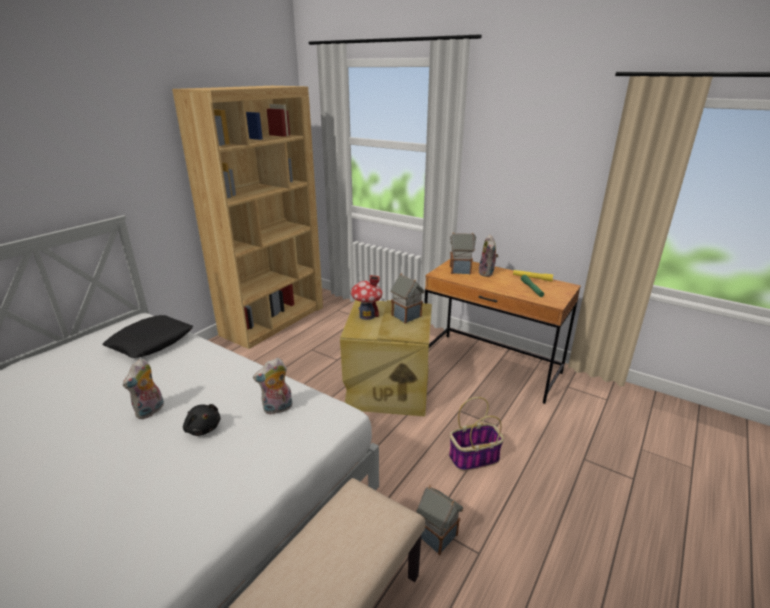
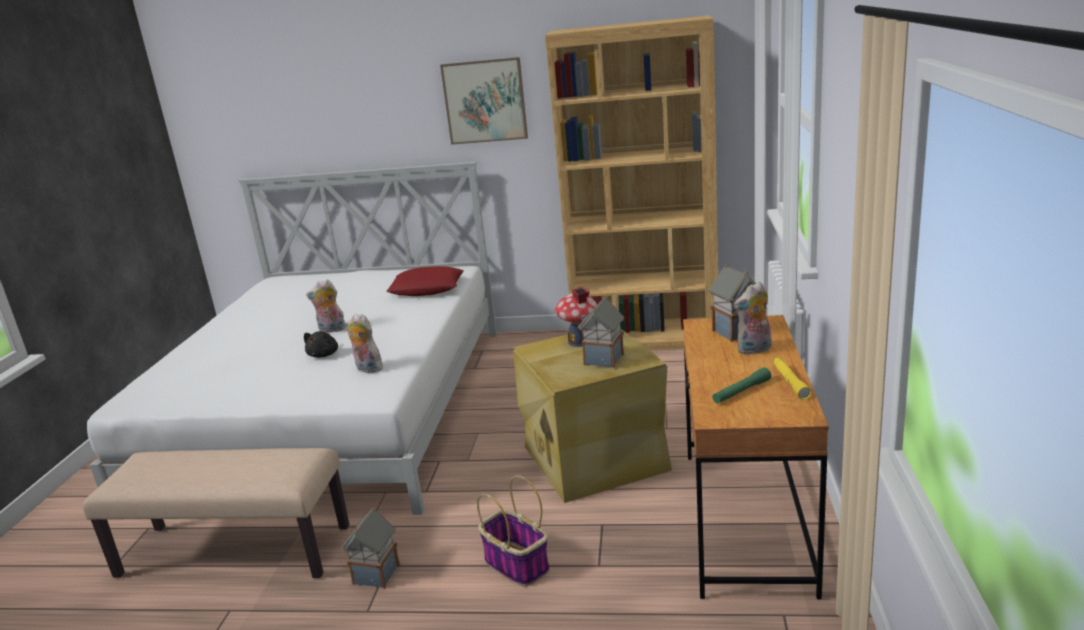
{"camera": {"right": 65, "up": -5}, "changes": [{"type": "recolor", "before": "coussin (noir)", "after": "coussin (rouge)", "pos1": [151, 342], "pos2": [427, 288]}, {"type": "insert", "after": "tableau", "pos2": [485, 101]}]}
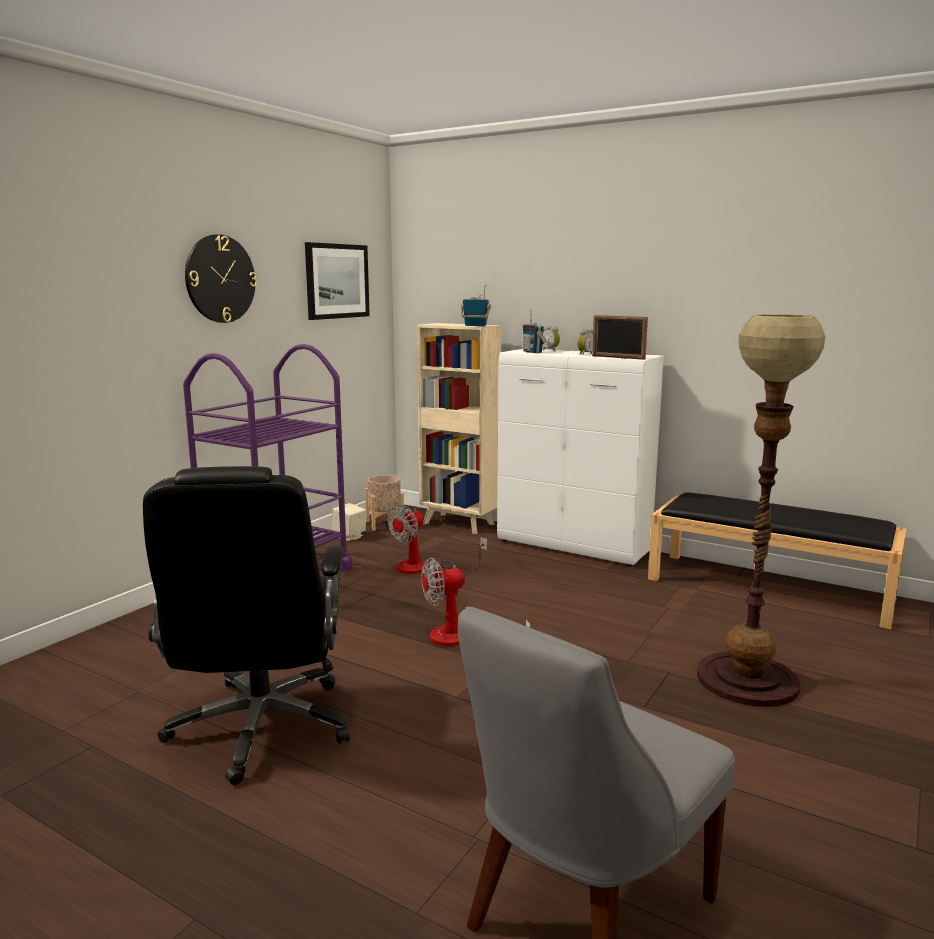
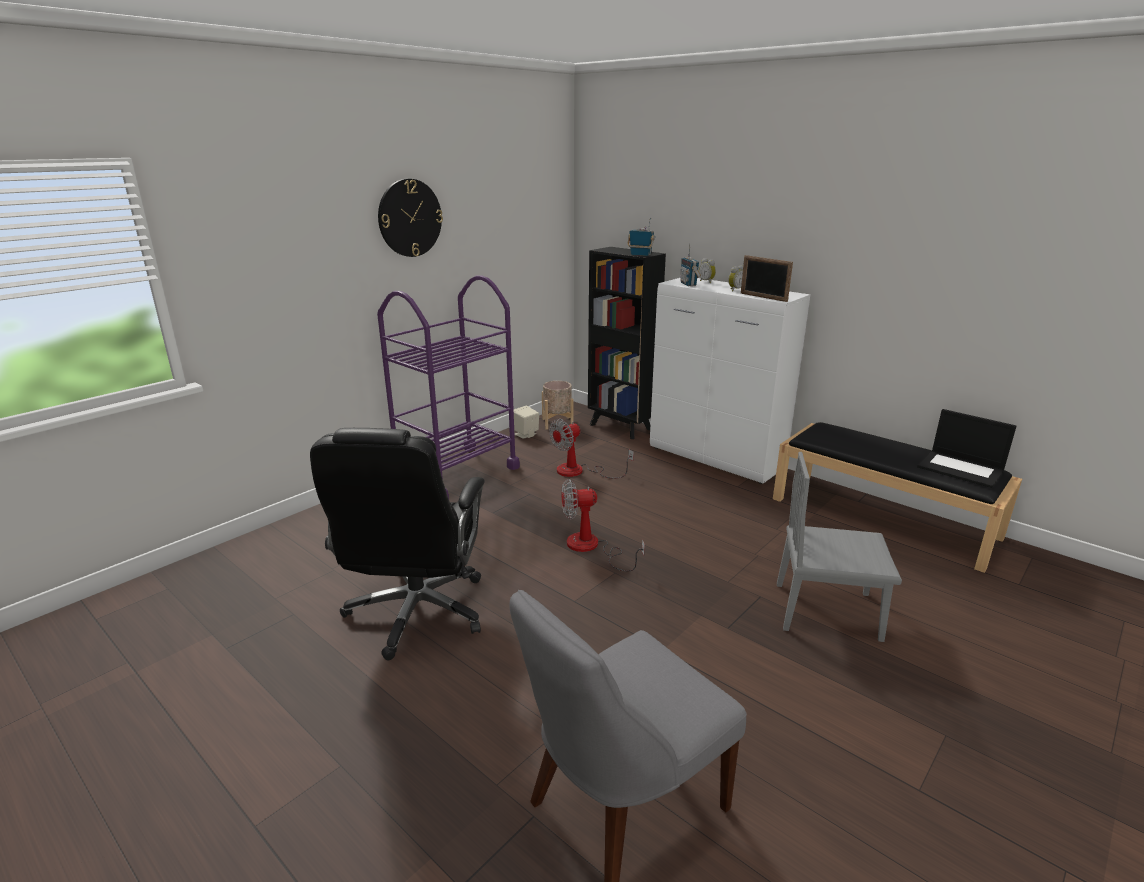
{"camera": {"right": 10, "up": 10}, "changes": [{"type": "delete", "before": "tableau", "pos1": [337, 281]}, {"type": "replace", "before": "lampadaire", "after": "chaise (gris)", "pos1": [746, 680], "pos2": [827, 611]}, {"type": "recolor", "before": "bibliothèque (beige)", "after": "bibliothèque (noir)", "pos1": [459, 524], "pos2": [621, 427]}, {"type": "insert", "after": "ordinateur portable", "pos2": [961, 469]}]}
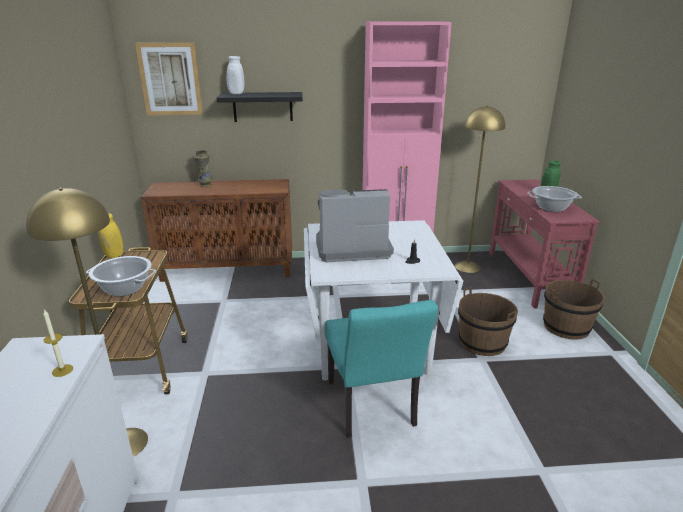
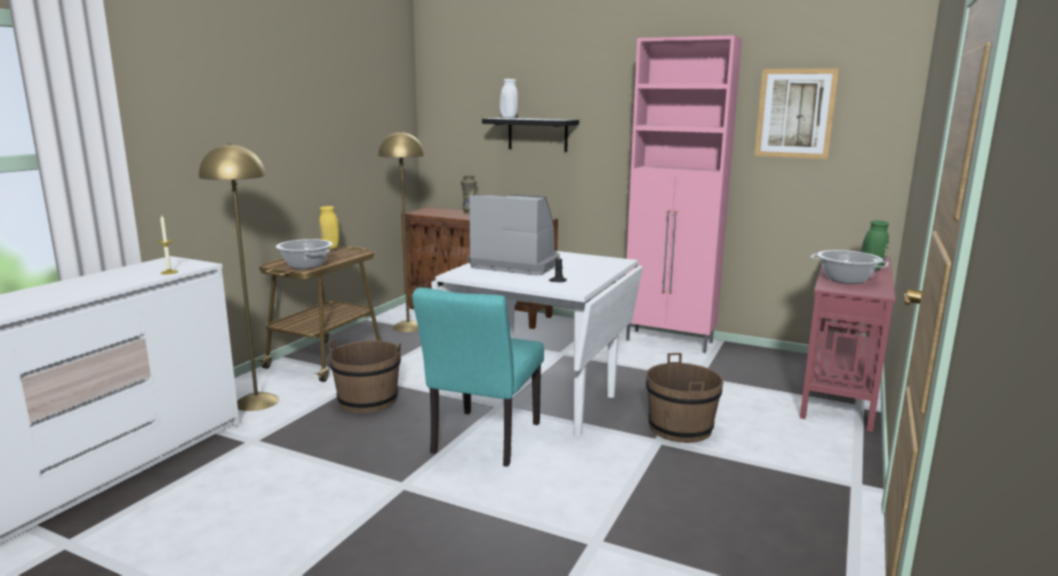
{"camera": {"right": 30, "up": -10}, "changes": [{"type": "move", "before": "tableau", "pos1": [170, 79], "pos2": [795, 113]}, {"type": "move", "before": "lampadaire (jaune)", "pos1": [467, 266], "pos2": [408, 326]}, {"type": "move", "before": "seau (marron)", "pos1": [566, 327], "pos2": [368, 400]}]}
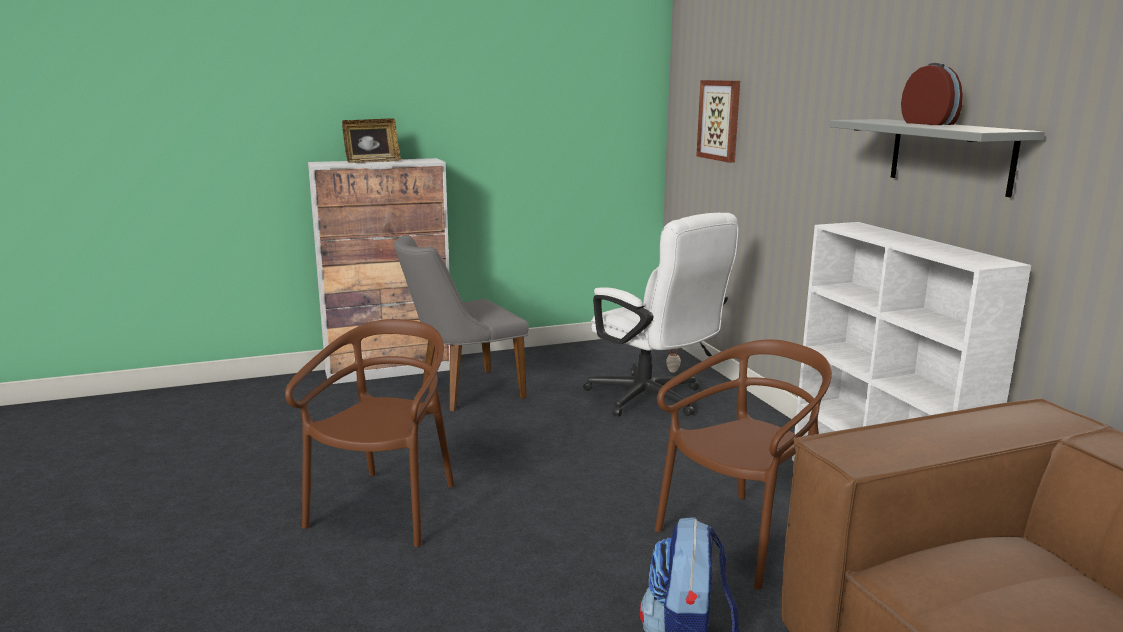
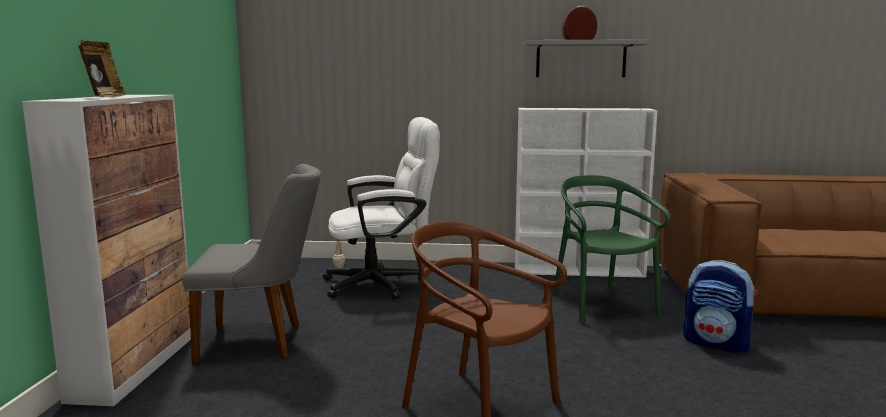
{"camera": {"right": -65, "up": -5}, "changes": [{"type": "delete", "before": "tableau", "pos1": [720, 120]}, {"type": "rotate", "before": "chaise (gris)", "pos1": [462, 392], "pos2": [261, 341], "turn": -90}, {"type": "recolor", "before": "chaise (marron)", "after": "chaise (vert)", "pos1": [741, 537], "pos2": [601, 305]}]}
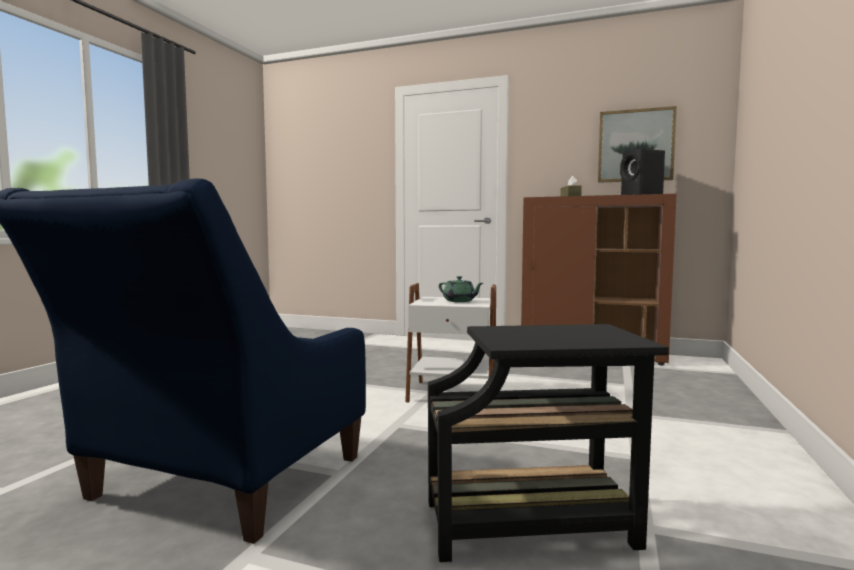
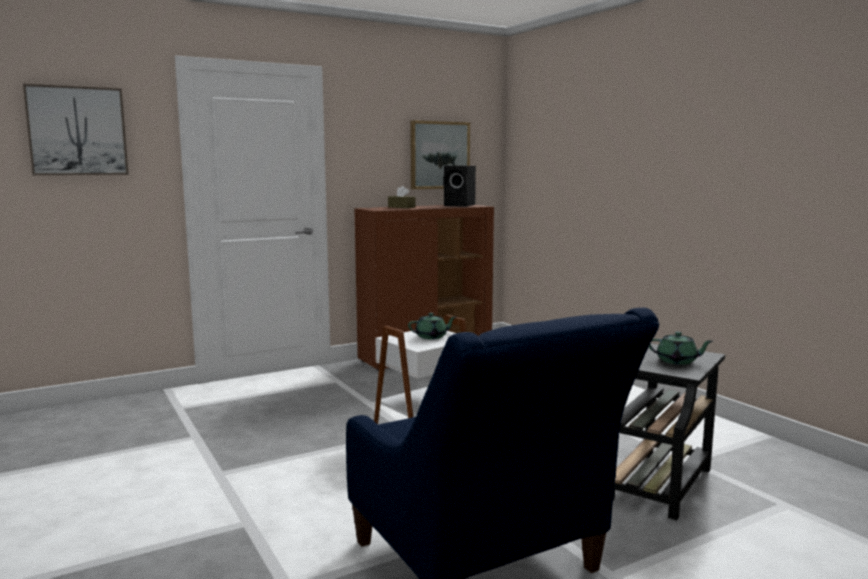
{"camera": {"right": -50, "up": 5}, "changes": [{"type": "insert", "after": "tableau", "pos2": [77, 131]}, {"type": "insert", "after": "théière (vert)", "pos2": [677, 361]}]}
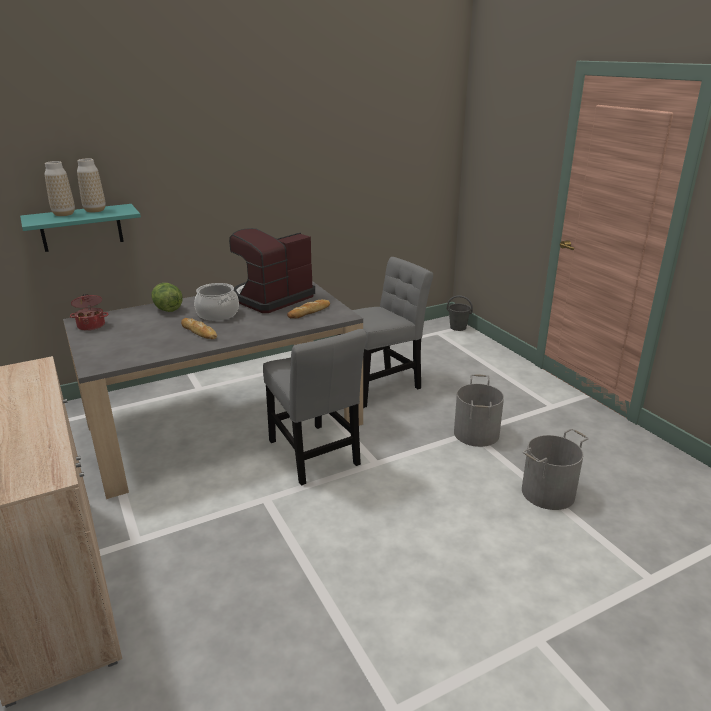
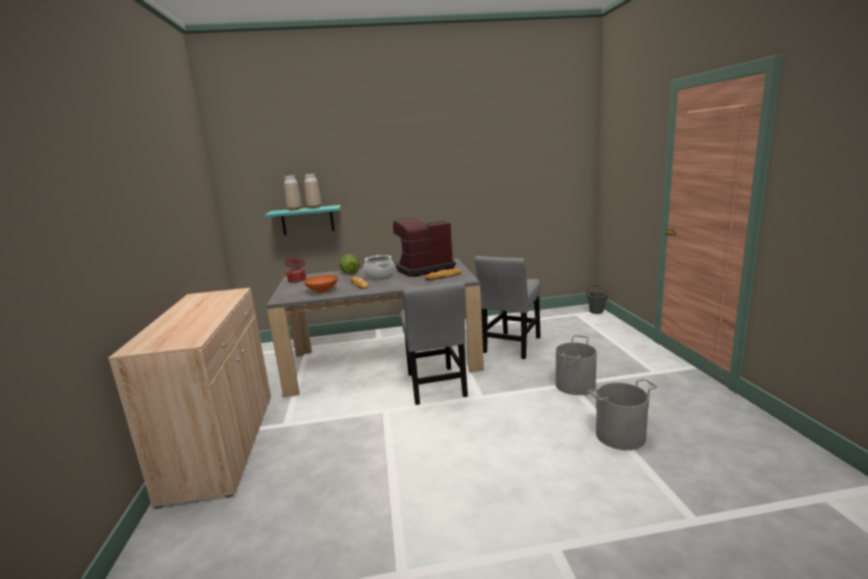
{"camera": {"right": 20, "up": -10}, "changes": [{"type": "rotate", "before": "chaise (gris)", "pos1": [381, 386], "pos2": [511, 346], "turn": 135}, {"type": "insert", "after": "bol (orange)", "pos2": [323, 291]}]}
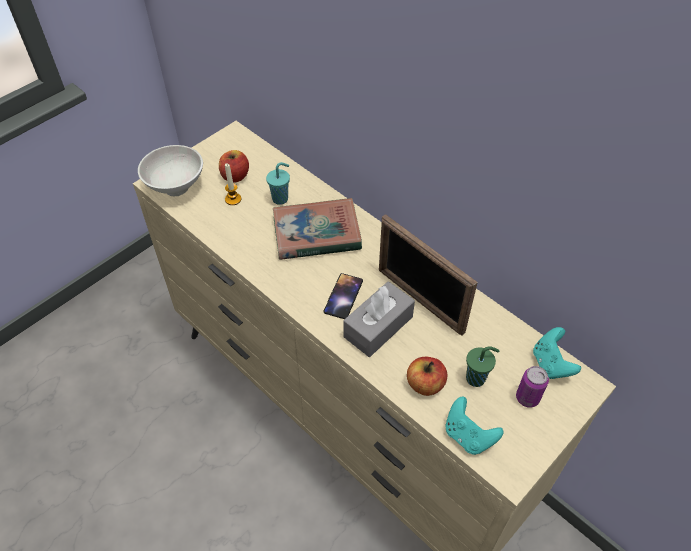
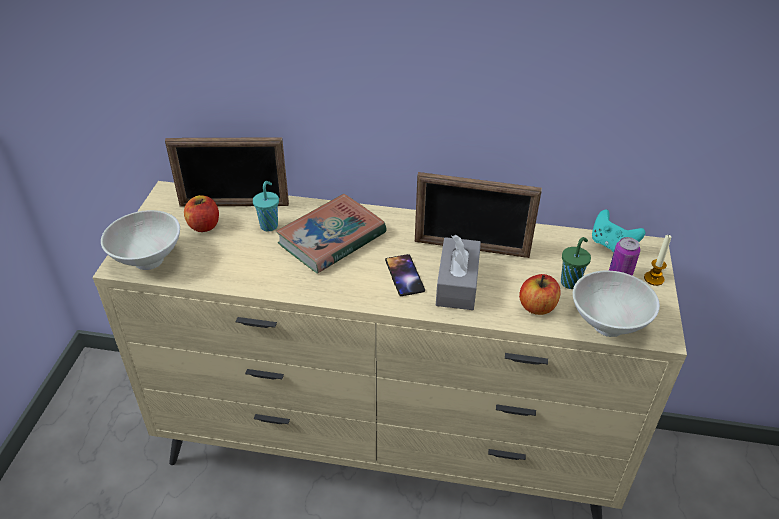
{"camera": {"right": -35, "up": -10}, "changes": [{"type": "move", "before": "bougie", "pos1": [233, 199], "pos2": [653, 279]}, {"type": "replace", "before": "manette (turquoise)", "after": "bol (blanc)", "pos1": [468, 436], "pos2": [605, 325]}, {"type": "insert", "after": "cadre photo", "pos2": [234, 205]}]}
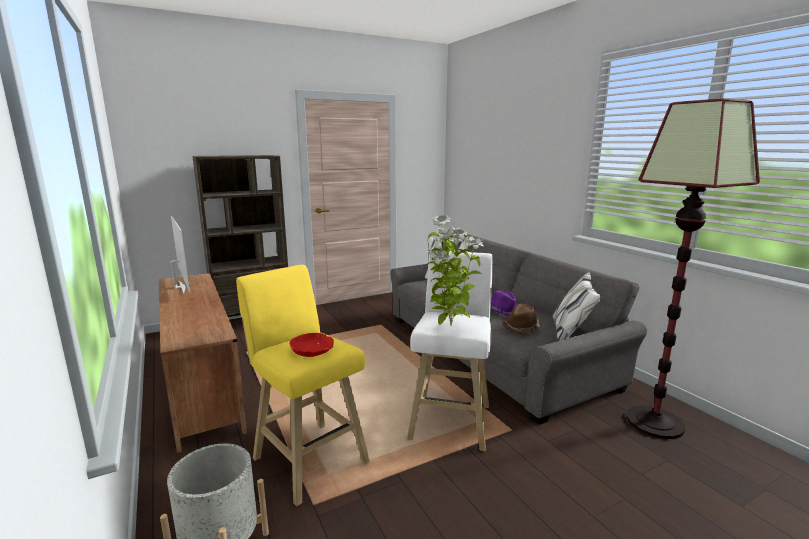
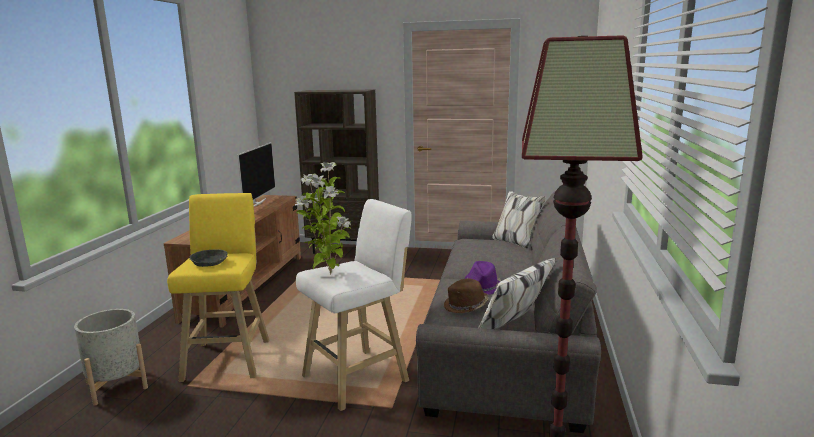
{"camera": {"right": 40, "up": 0}, "changes": [{"type": "recolor", "before": "bol (rouge)", "after": "bol (gris)", "pos1": [312, 350], "pos2": [209, 262]}]}
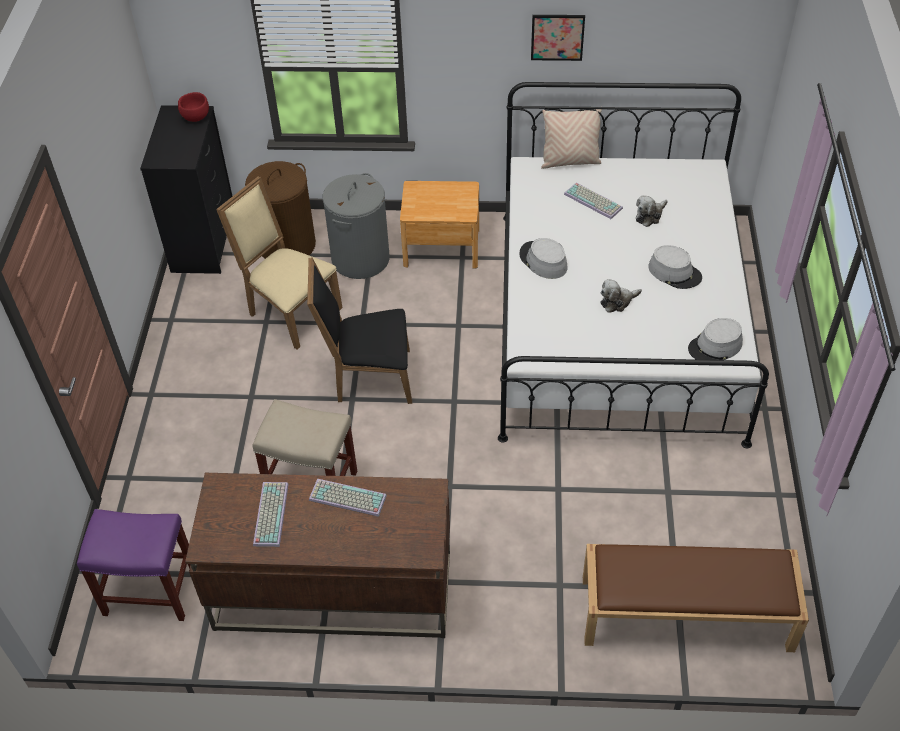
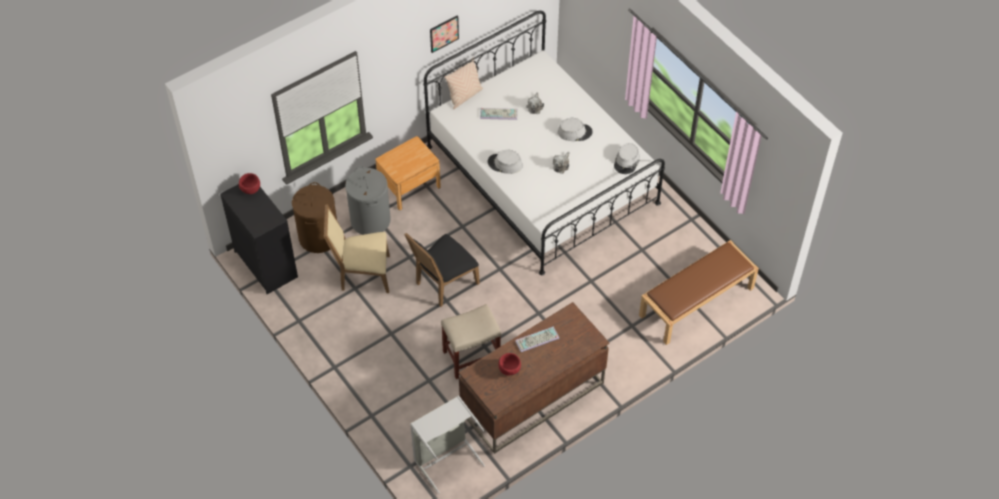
{"camera": {"right": -40, "up": 5}, "changes": [{"type": "replace", "before": "clavier", "after": "bol (rouge)", "pos1": [269, 513], "pos2": [509, 369]}, {"type": "replace", "before": "tabouret (violet)", "after": "panier à linge (gris)", "pos1": [152, 591], "pos2": [445, 457]}]}
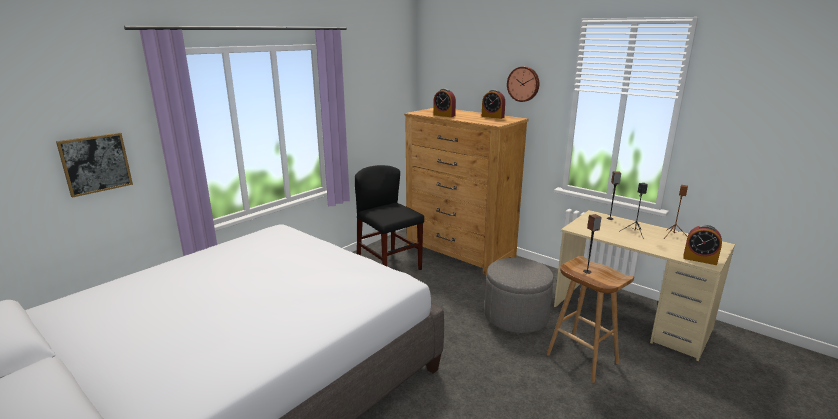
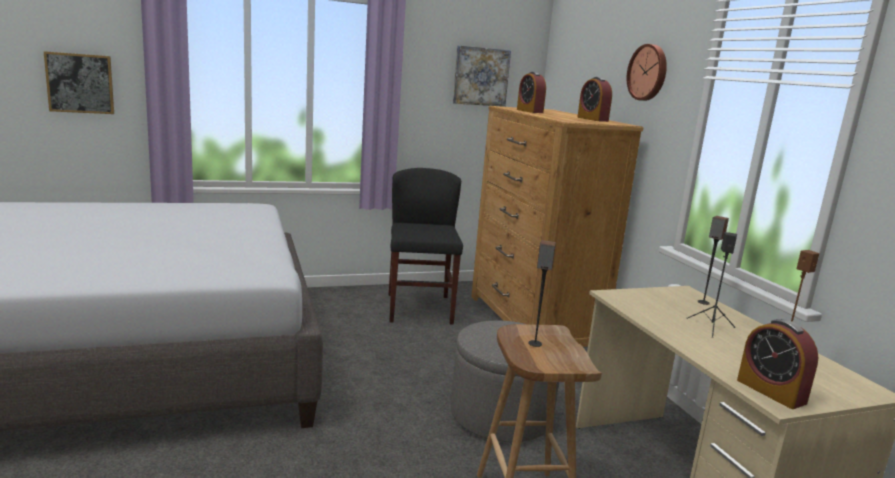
{"camera": {"right": 30, "up": -5}, "changes": [{"type": "insert", "after": "tableau", "pos2": [480, 76]}]}
